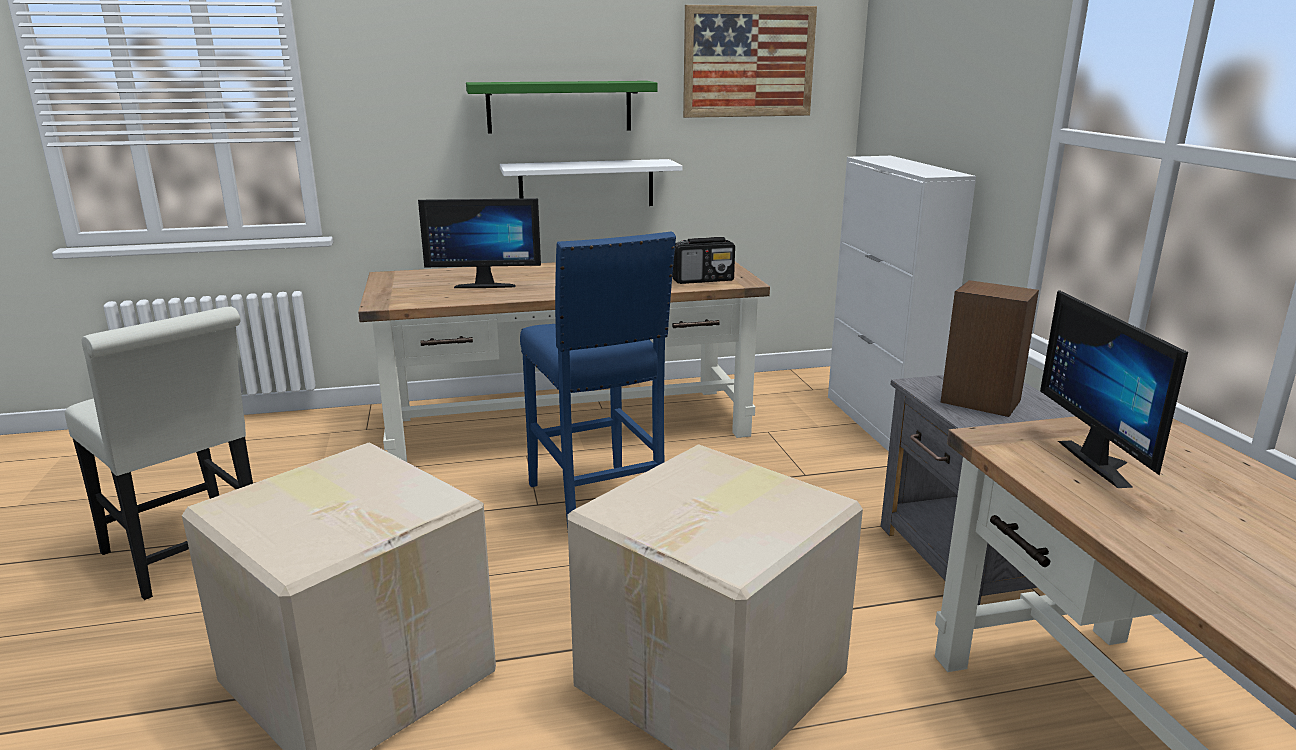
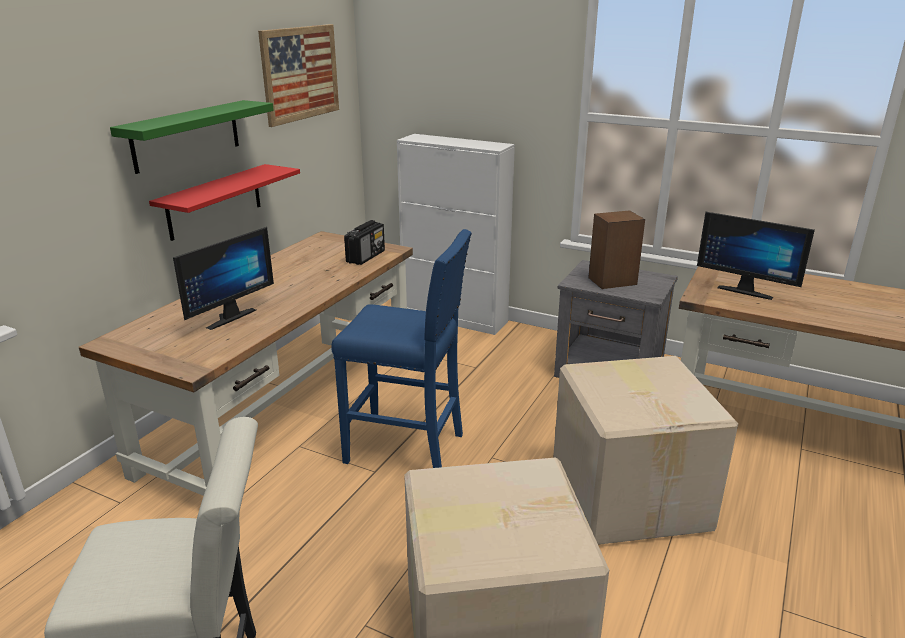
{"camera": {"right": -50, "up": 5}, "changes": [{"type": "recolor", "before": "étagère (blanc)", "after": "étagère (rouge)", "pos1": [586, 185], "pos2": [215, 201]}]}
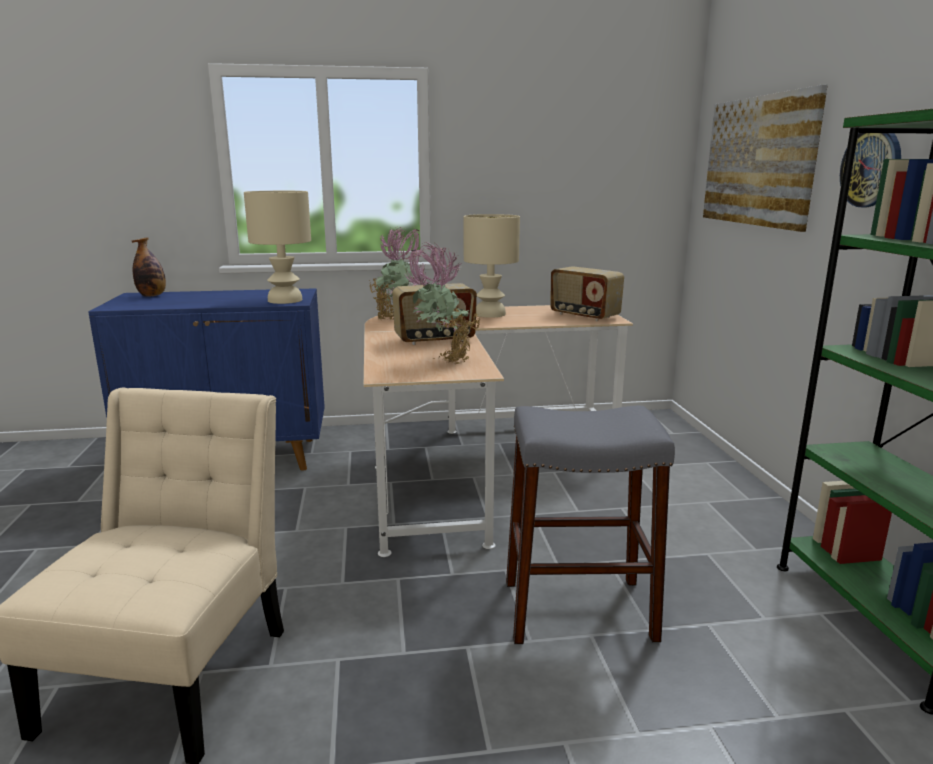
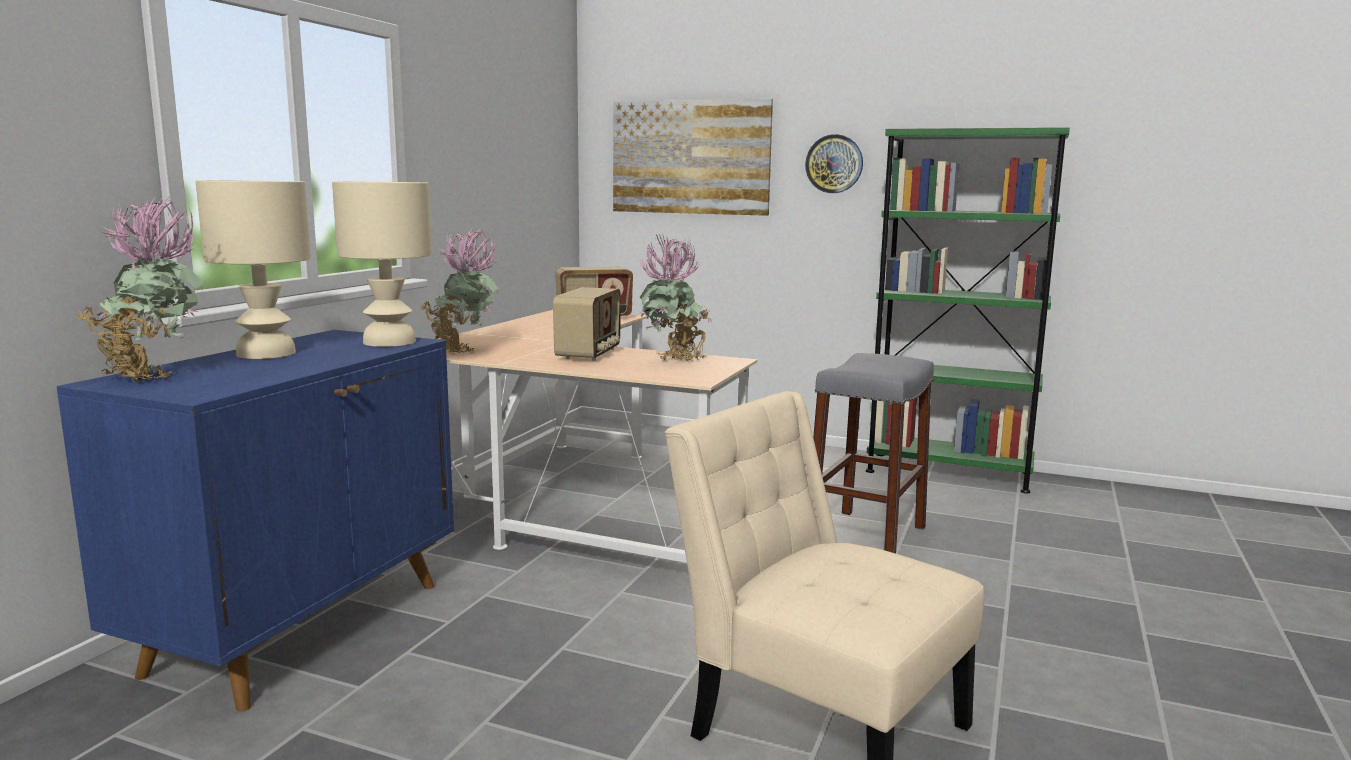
{"camera": {"right": -60, "up": -5}, "changes": [{"type": "move", "before": "lampe de table (beige)", "pos1": [490, 314], "pos2": [266, 353]}, {"type": "replace", "before": "bouteille", "after": "plante en pot", "pos1": [152, 295], "pos2": [154, 376]}]}
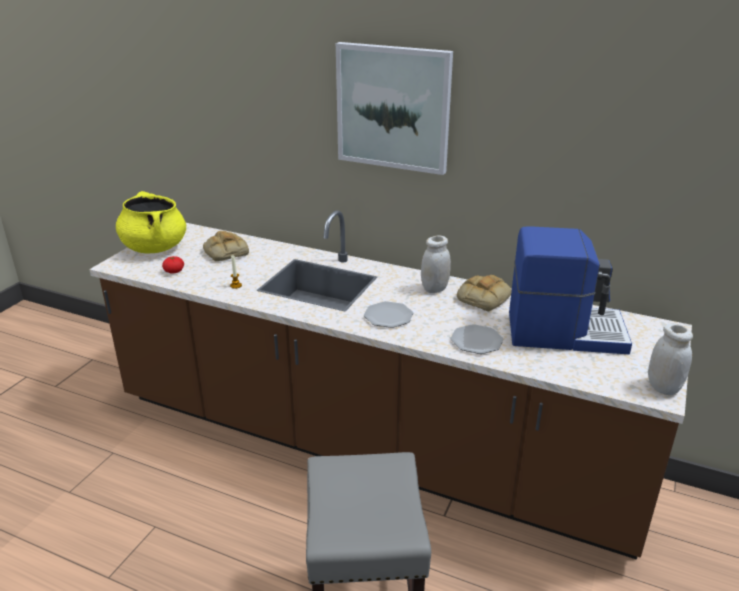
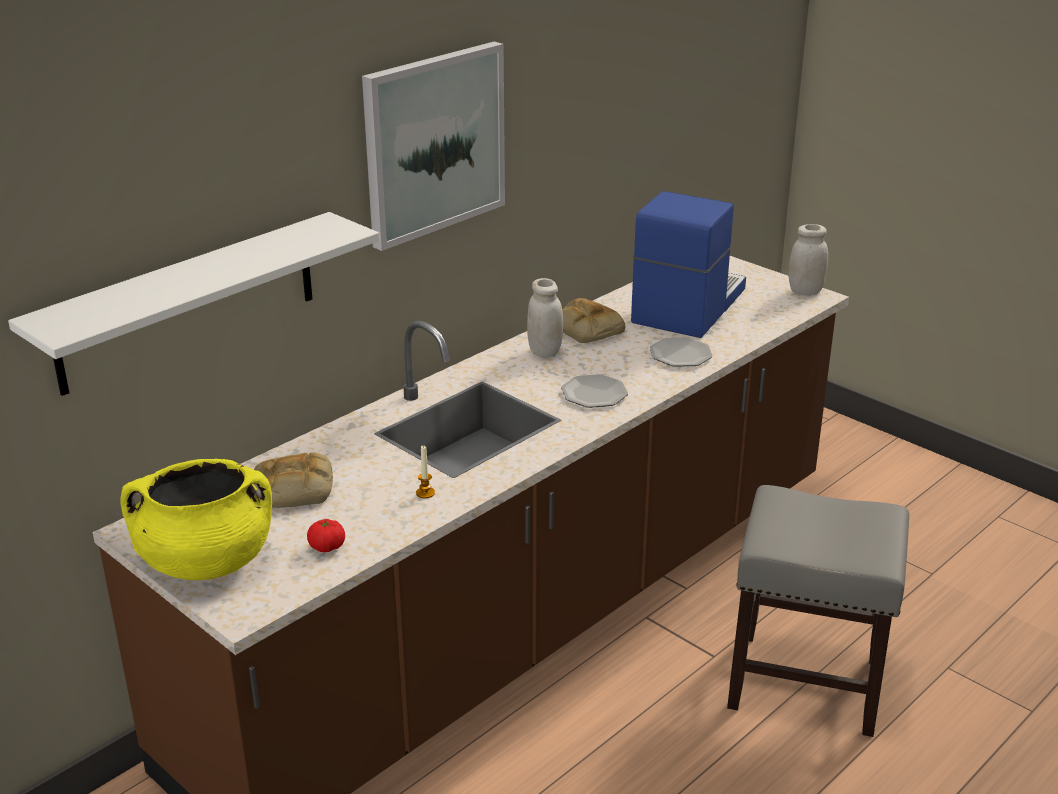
{"camera": {"right": -70, "up": 0}, "changes": [{"type": "insert", "after": "étagère (blanc)", "pos2": [188, 302]}]}
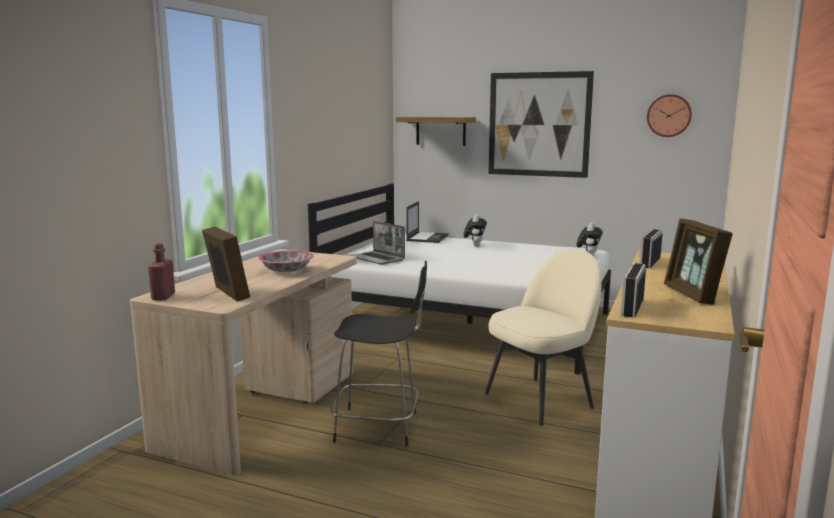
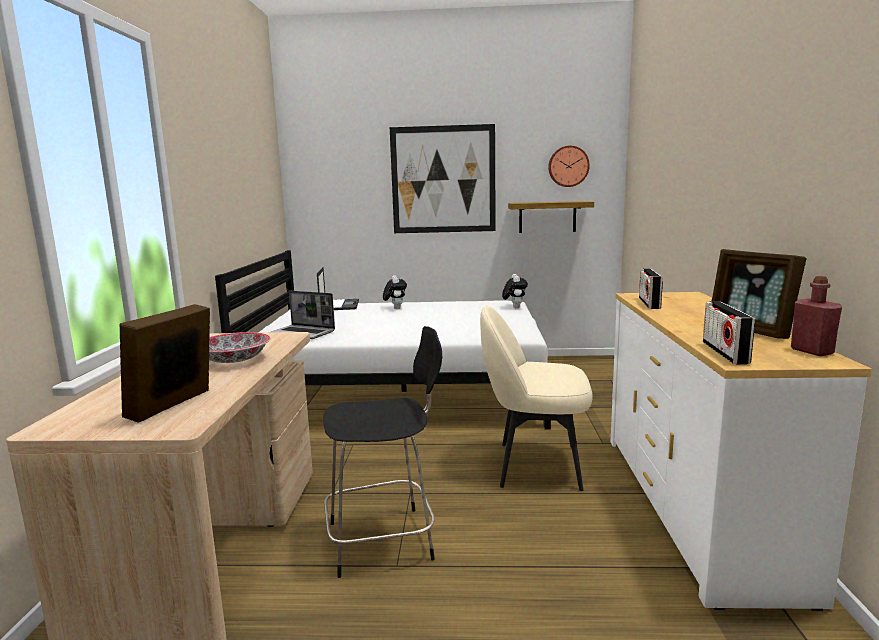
{"camera": {"right": -20, "up": 0}, "changes": [{"type": "move", "before": "étagère", "pos1": [440, 131], "pos2": [547, 217]}, {"type": "rotate", "before": "cadre photo", "pos1": [227, 294], "pos2": [173, 405], "turn": -105}, {"type": "move", "before": "bouteille (rouge)", "pos1": [163, 297], "pos2": [812, 351]}, {"type": "rotate", "before": "chaise (beige)", "pos1": [540, 399], "pos2": [535, 465], "turn": -120}]}
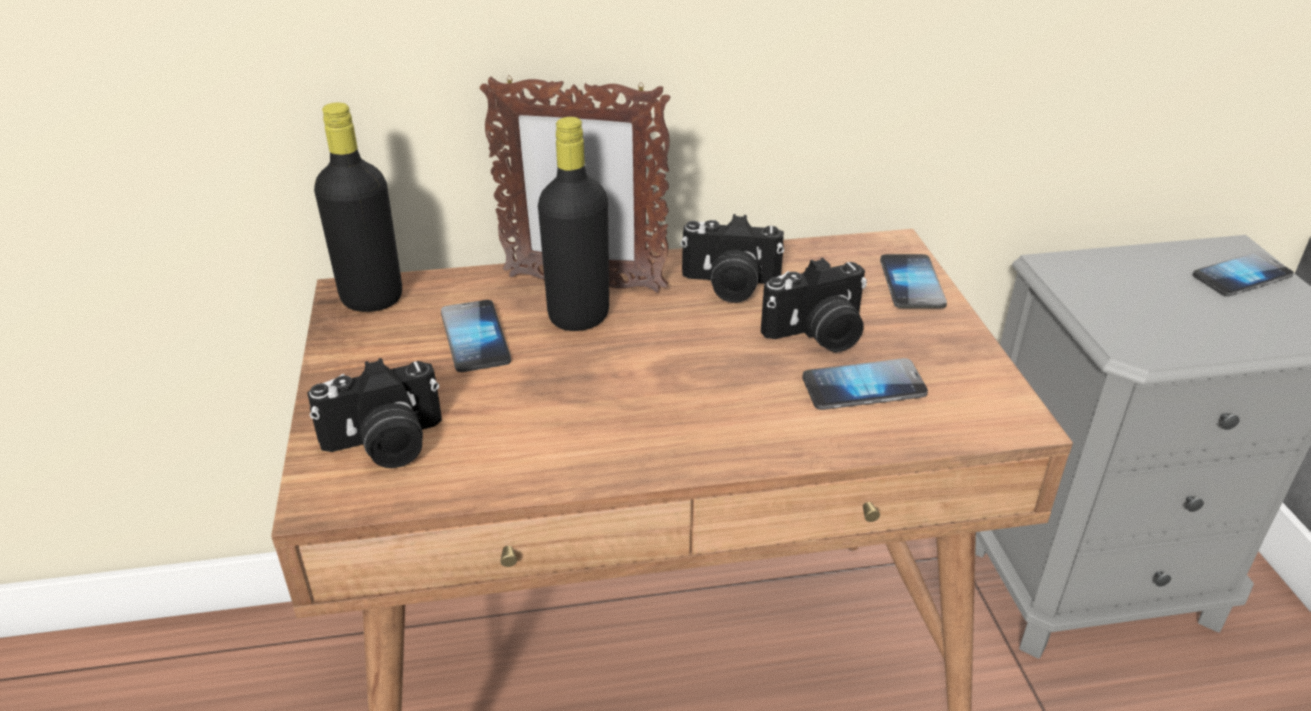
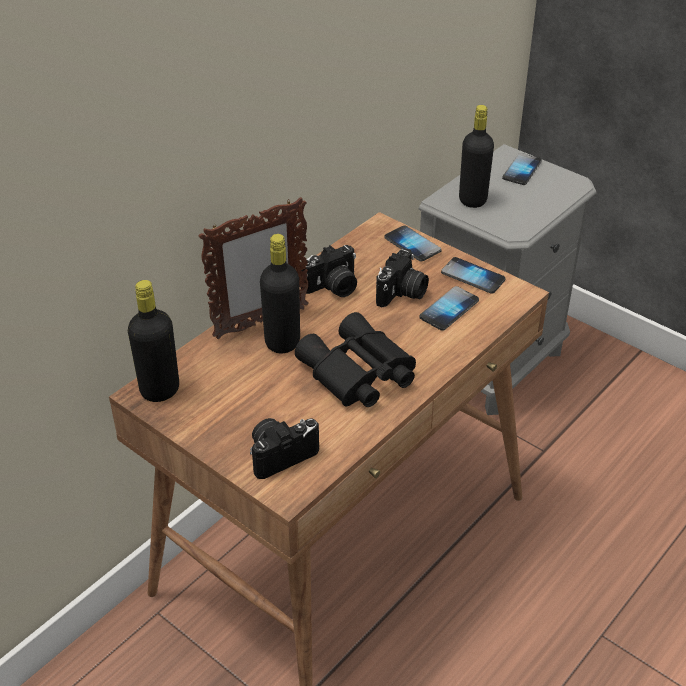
{"camera": {"right": -40, "up": 5}, "changes": [{"type": "move", "before": "téléphone", "pos1": [475, 338], "pos2": [473, 277]}, {"type": "rotate", "before": "appareil photo", "pos1": [385, 445], "pos2": [280, 454], "turn": -150}, {"type": "insert", "after": "bouteille (noir)", "pos2": [472, 200]}, {"type": "insert", "after": "jumelles (noir)", "pos2": [357, 374]}]}
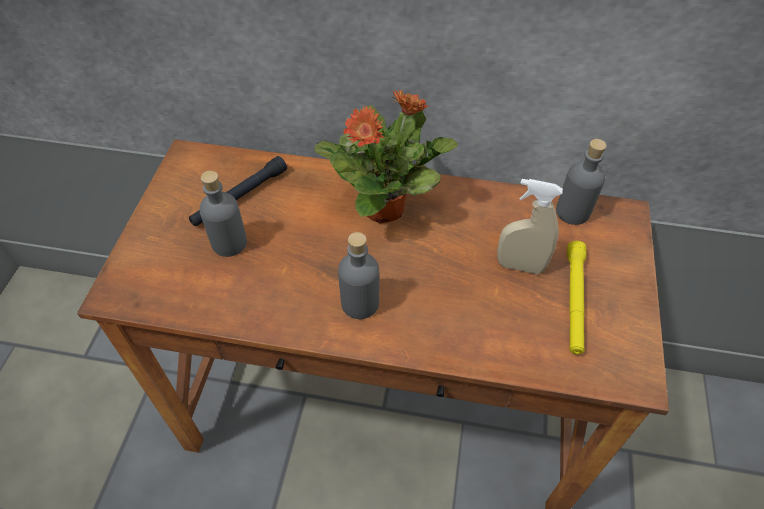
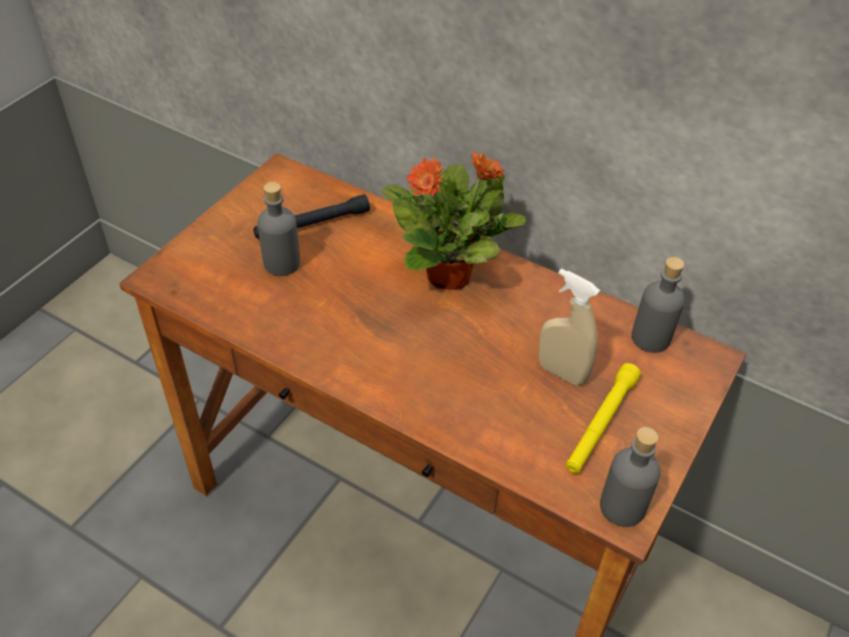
{"camera": {"right": 20, "up": -5}, "changes": [{"type": "move", "before": "bouteille (gris)", "pos1": [360, 303], "pos2": [622, 507]}]}
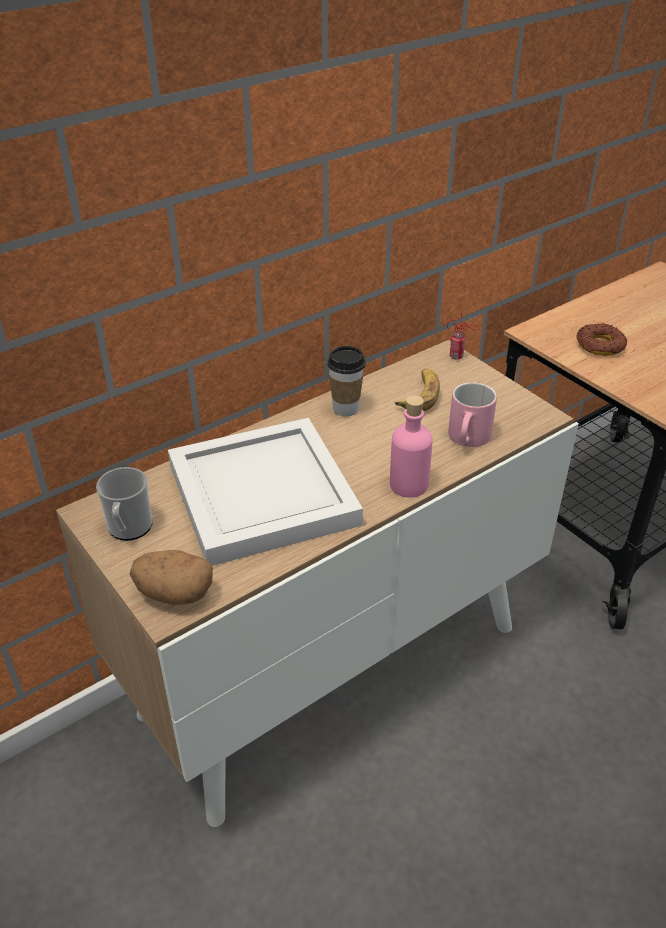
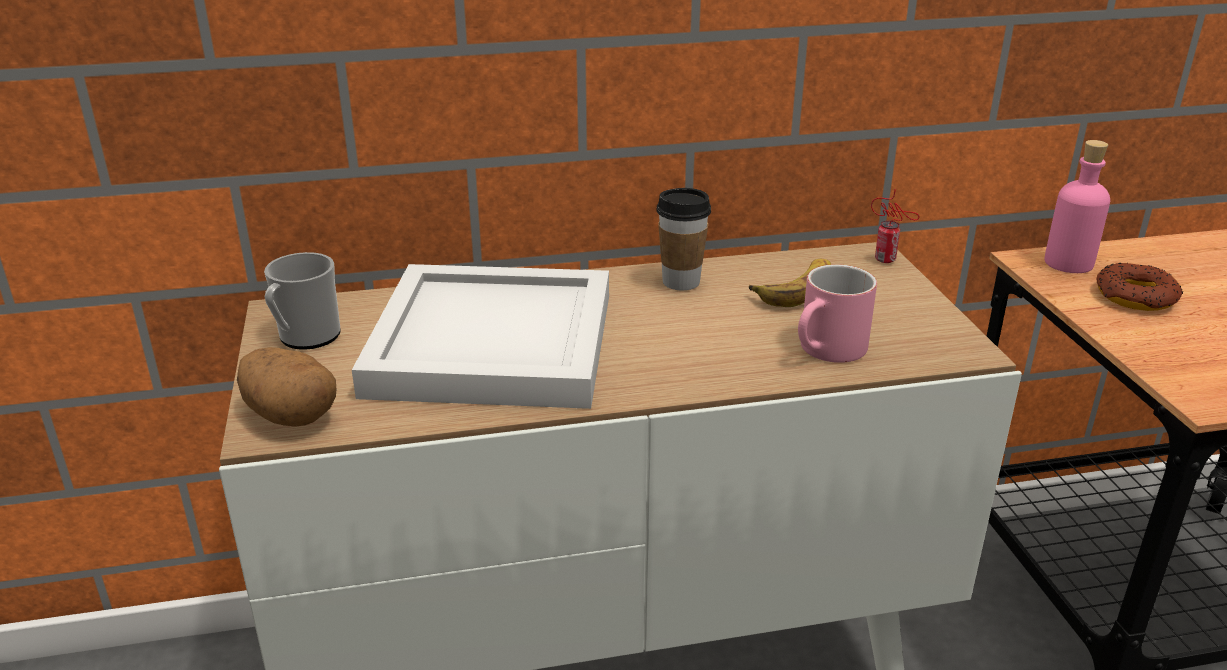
{"camera": {"right": 25, "up": -10}, "changes": [{"type": "move", "before": "bouteille (rose)", "pos1": [408, 484], "pos2": [1068, 263]}]}
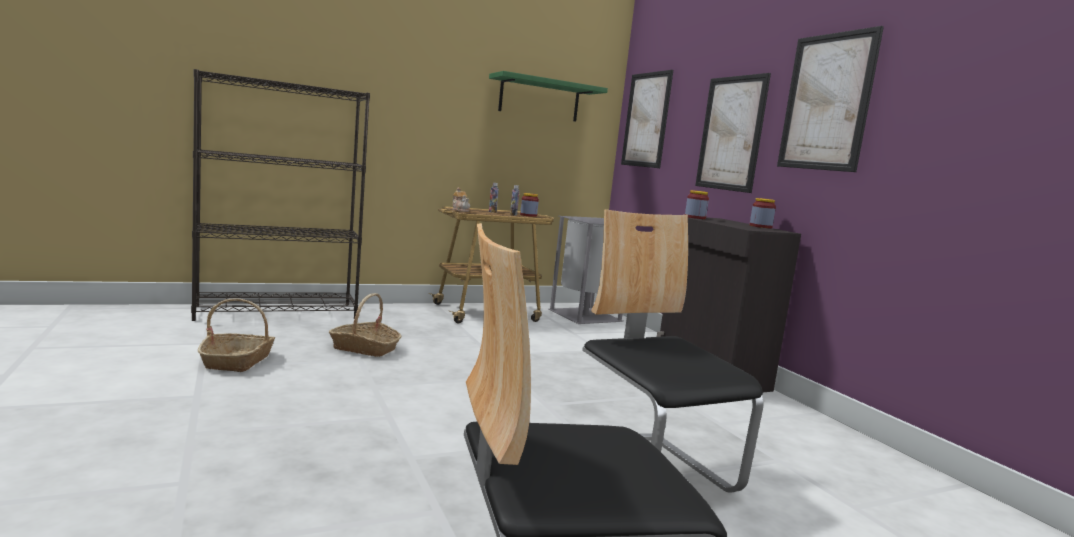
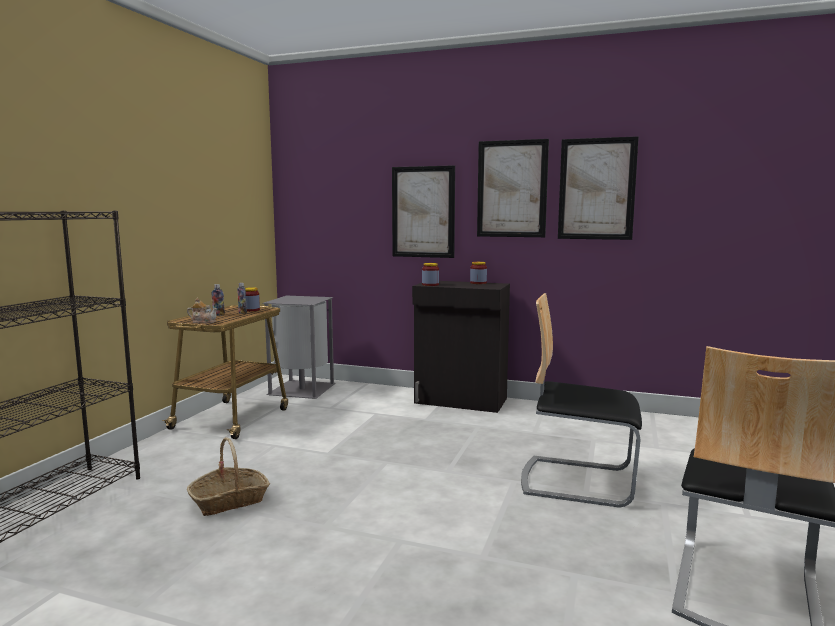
{"camera": {"right": -45, "up": 0}, "changes": [{"type": "move", "before": "tableau", "pos1": [646, 120], "pos2": [596, 189]}, {"type": "delete", "before": "étagère (vert)", "pos1": [539, 99]}, {"type": "delete", "before": "panier", "pos1": [238, 361]}]}
